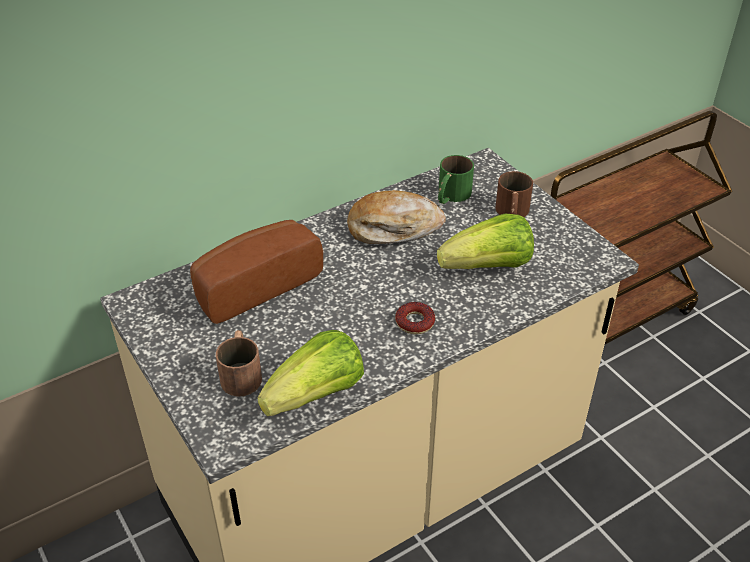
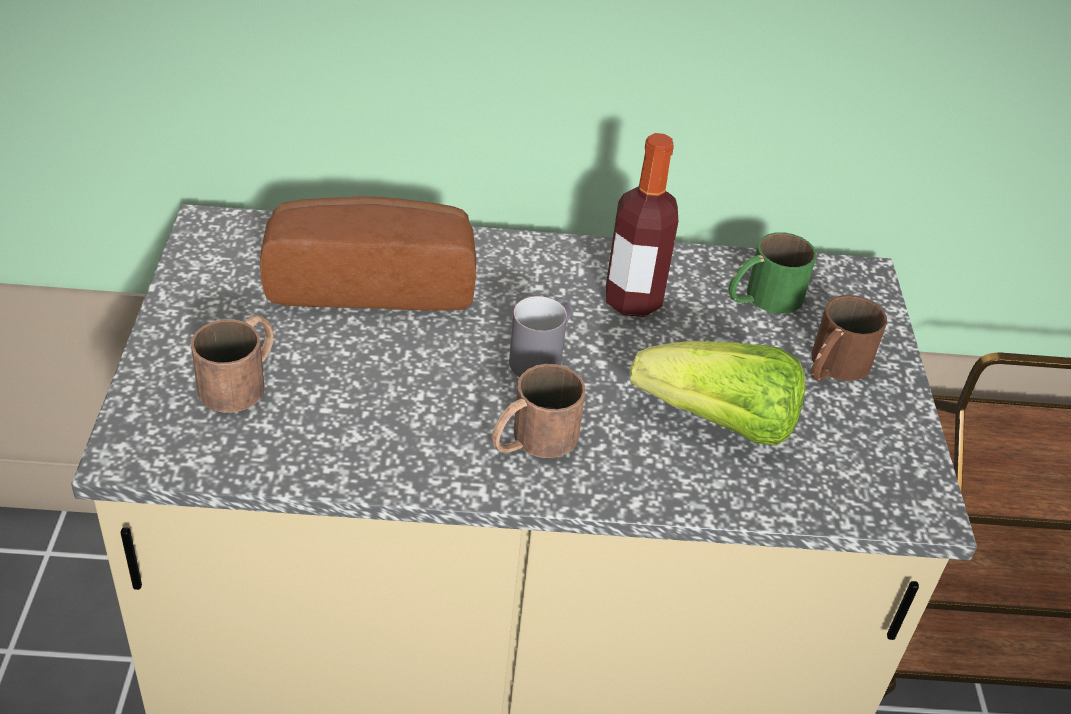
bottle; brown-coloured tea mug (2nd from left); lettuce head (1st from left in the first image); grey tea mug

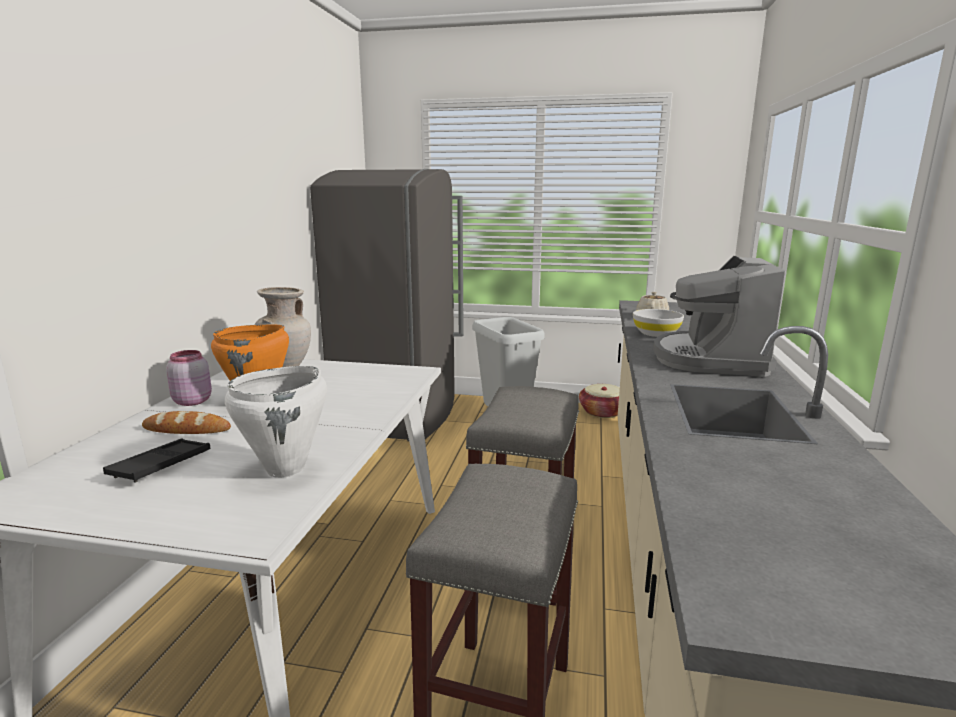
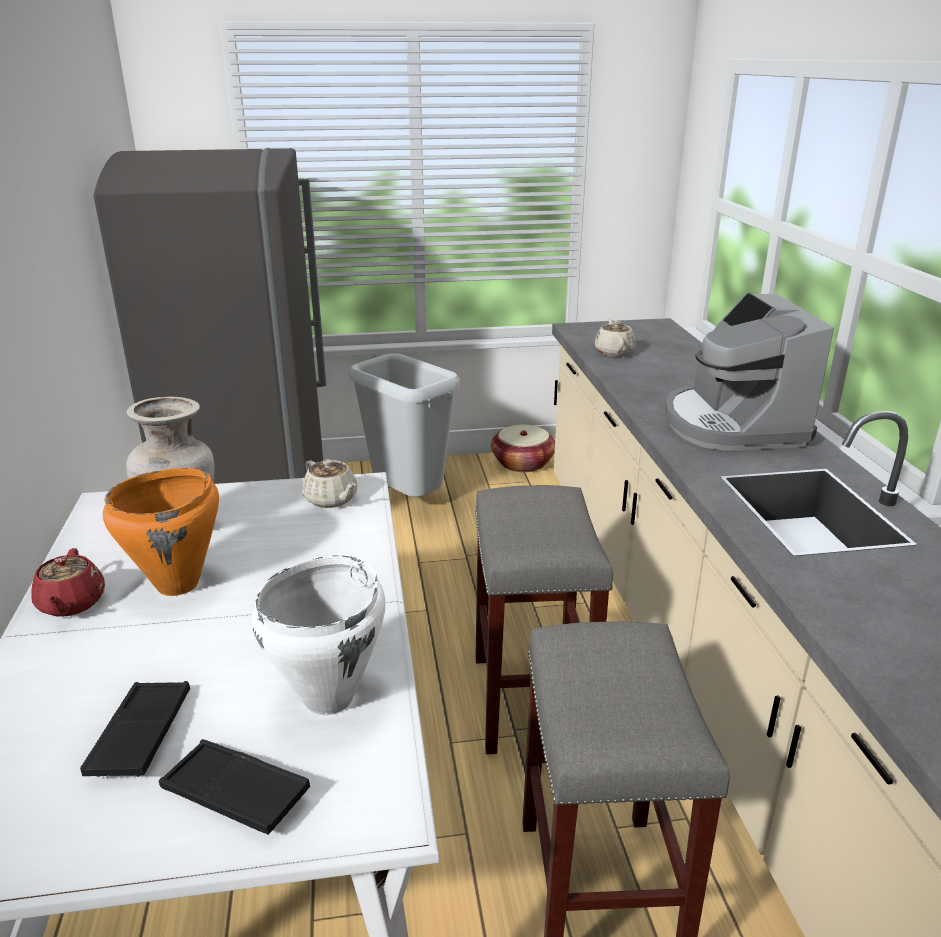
whitish serving bowl; reddish tea pot; bakery bread; sand-coloured tea pot (1st from left); black carrying tray (2nd from left)

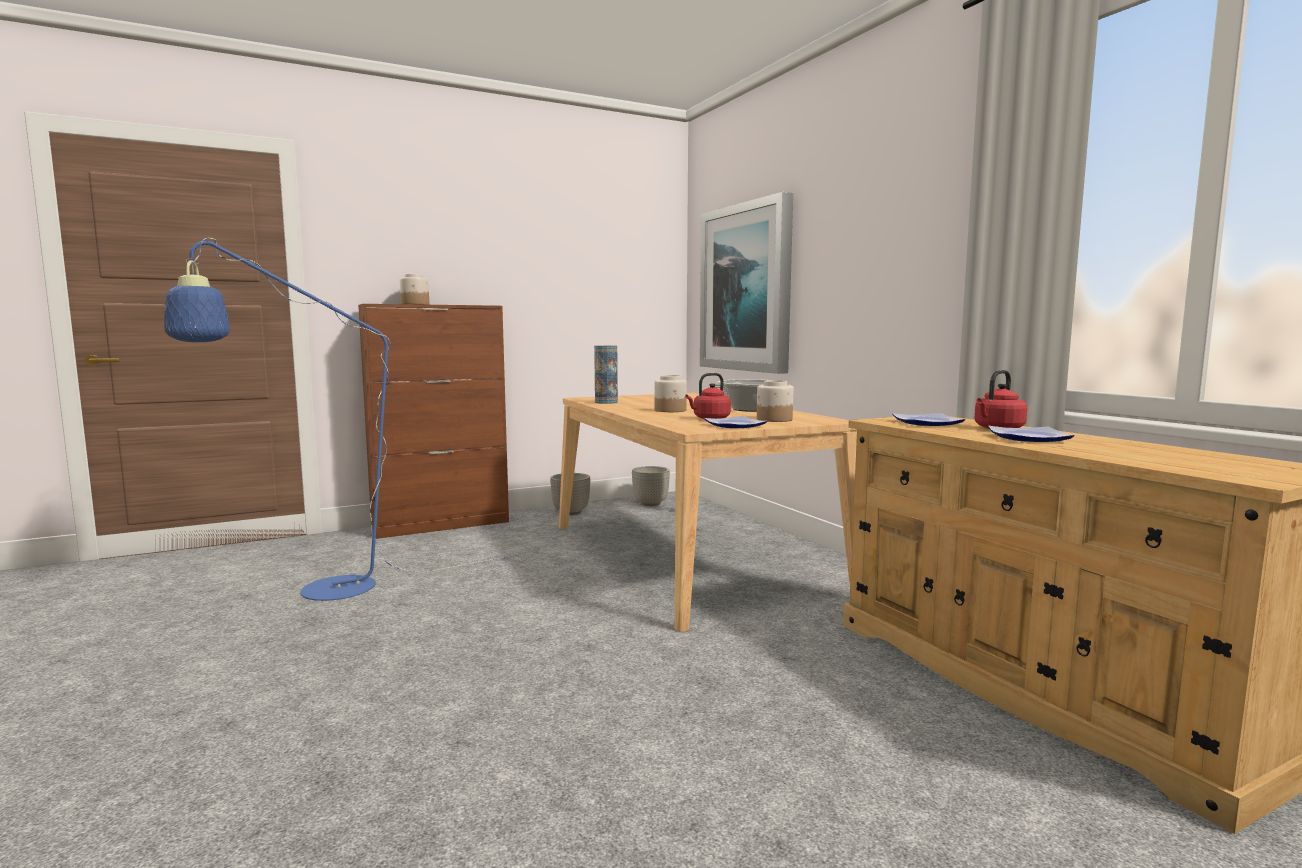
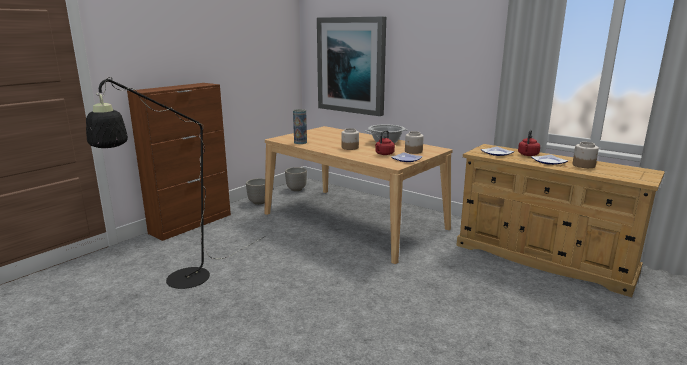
black standing lamp; preserve jar (3rd from left)

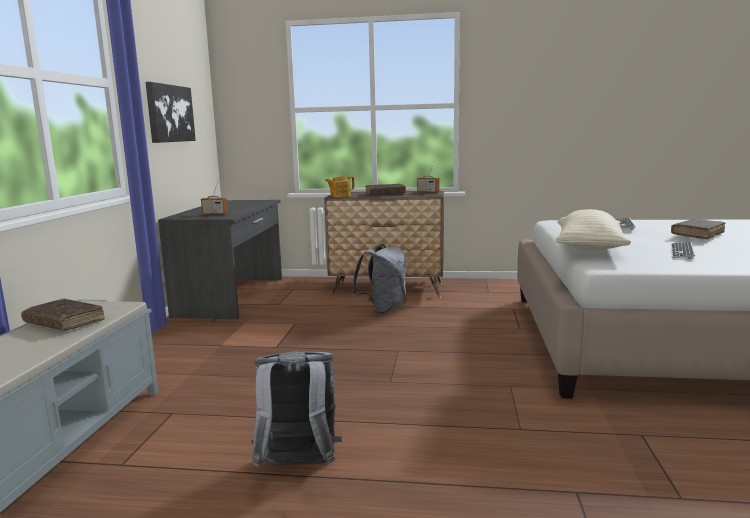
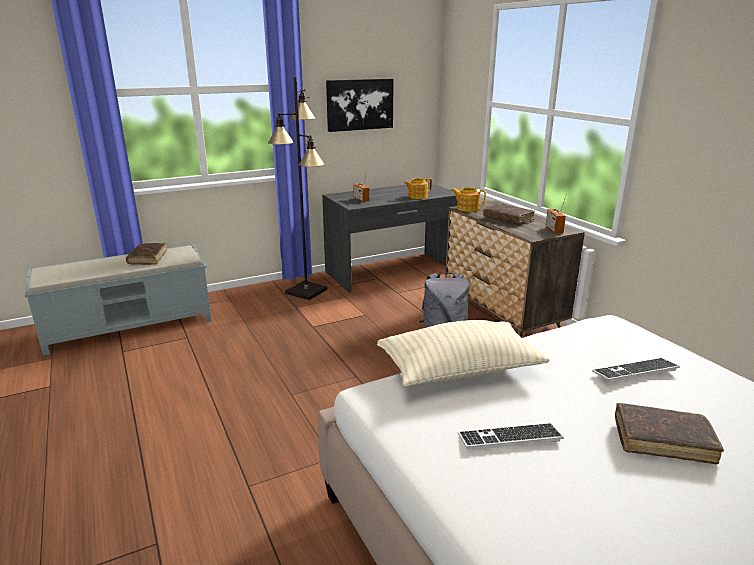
grey knapsack (1st from left in the first image); black standing lamp; tea pot (1st from left)

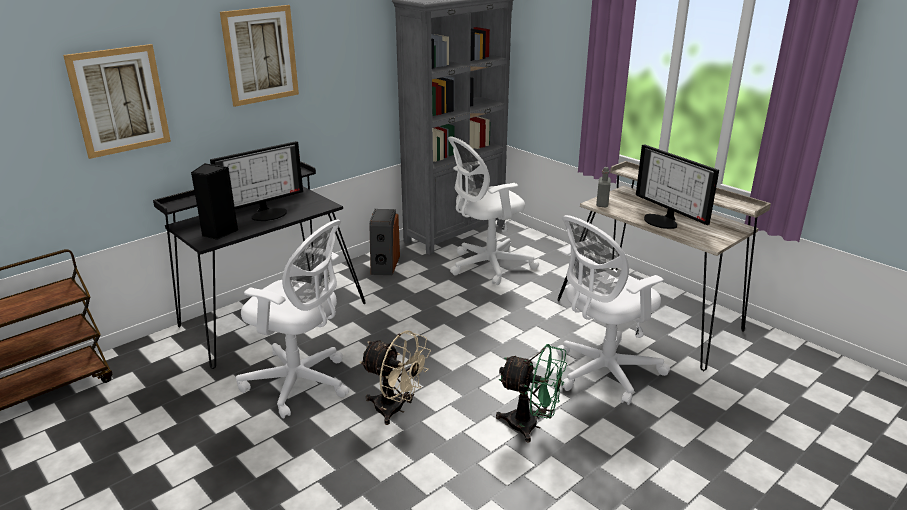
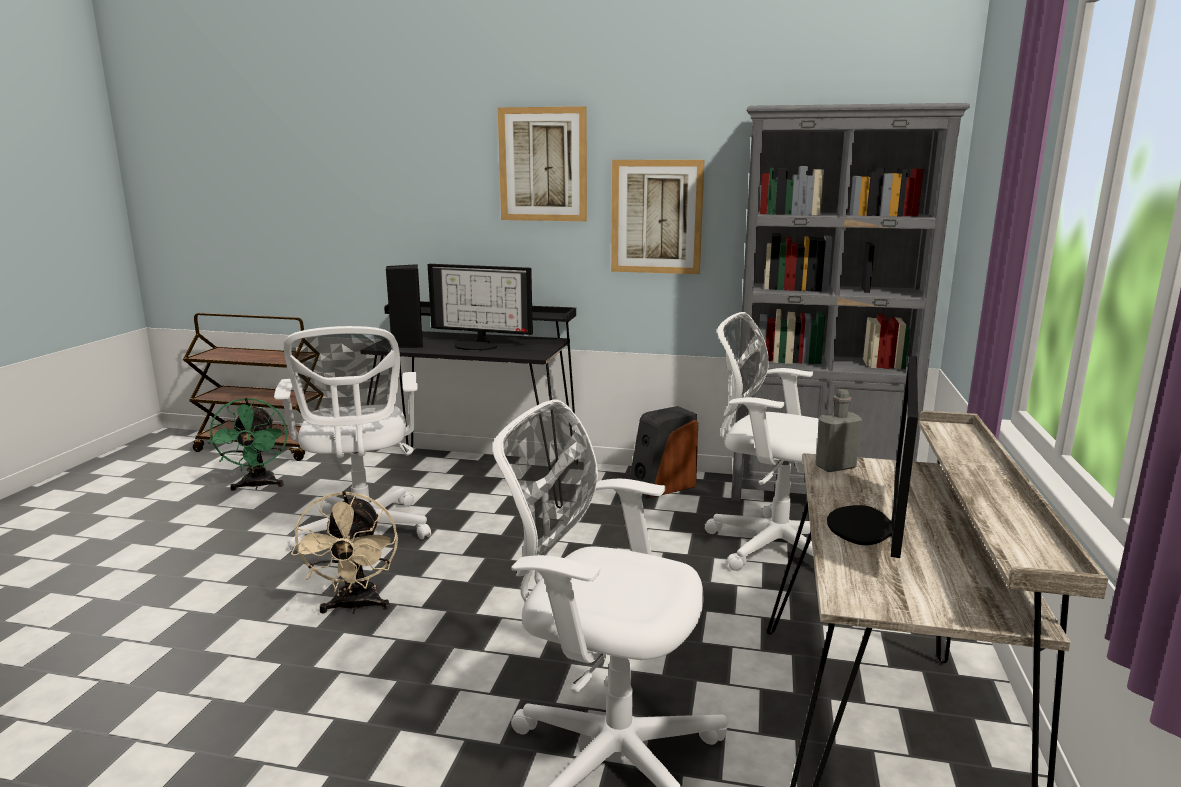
wall art (2nd from left); green cooling fan

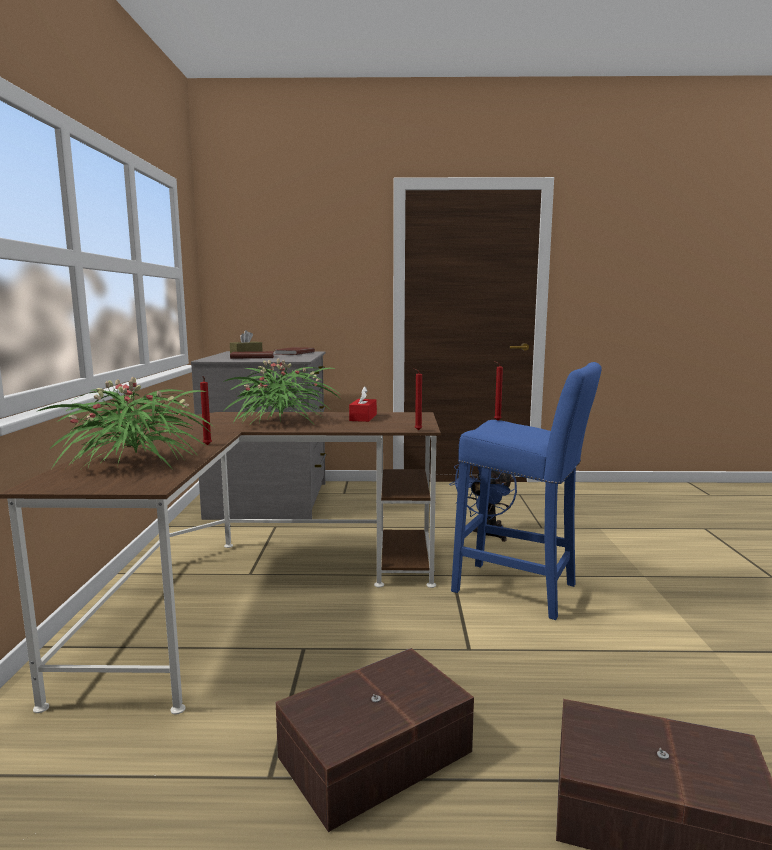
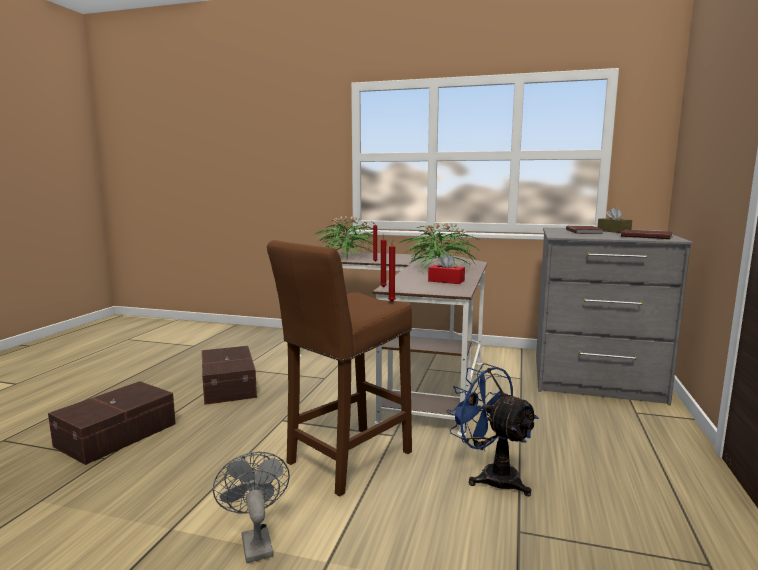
brown-coloured sitting stool; grey cooling fan

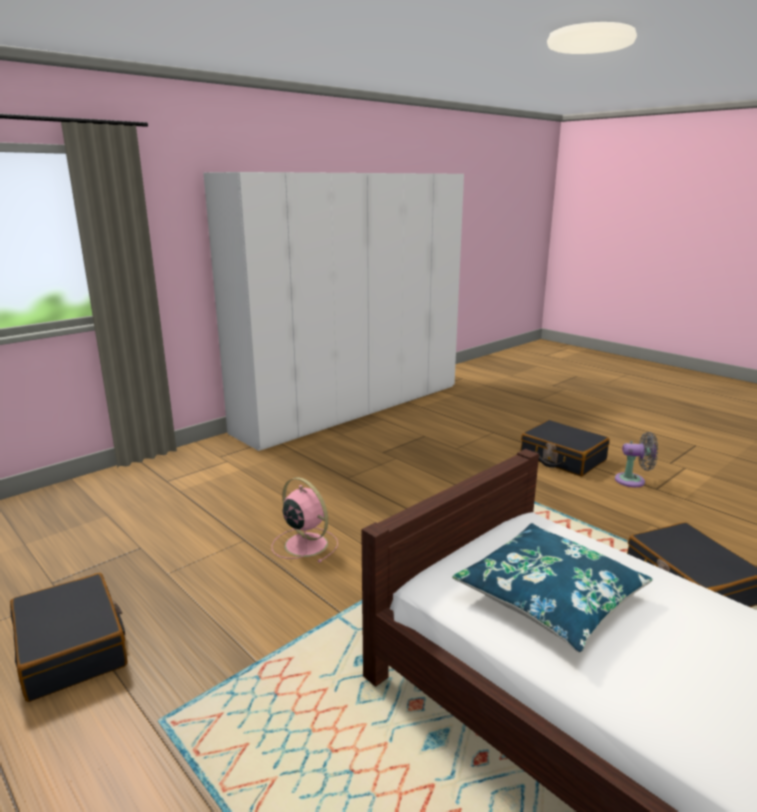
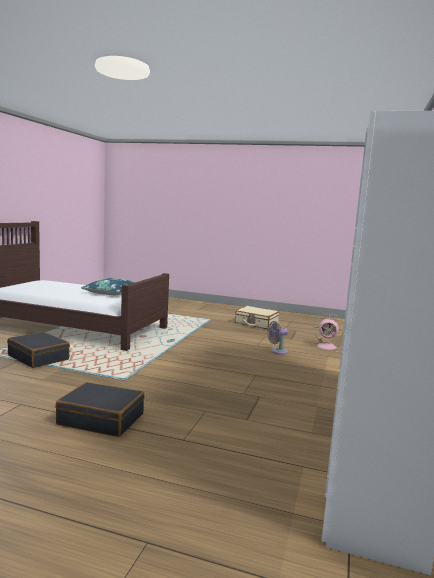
grey cooling fan; pink-coloured cooling fan; sand-coloured piece of luggage

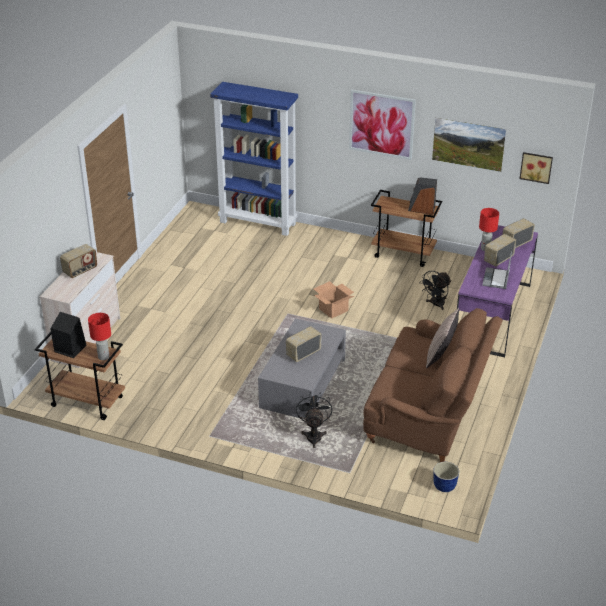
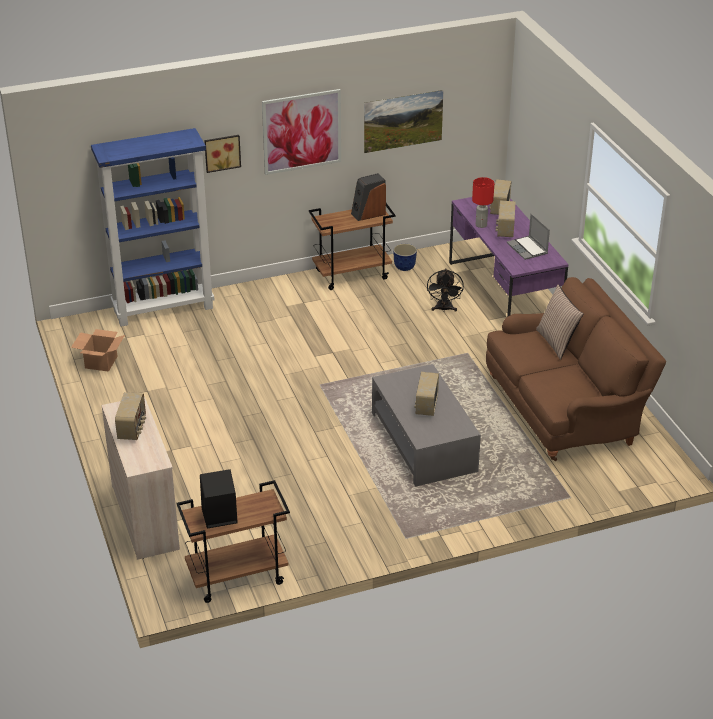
wall art (1st from left); carton; reddish lamp for a table (1st from left in the first image); black cooling fan (1st from left in the first image); flower pot

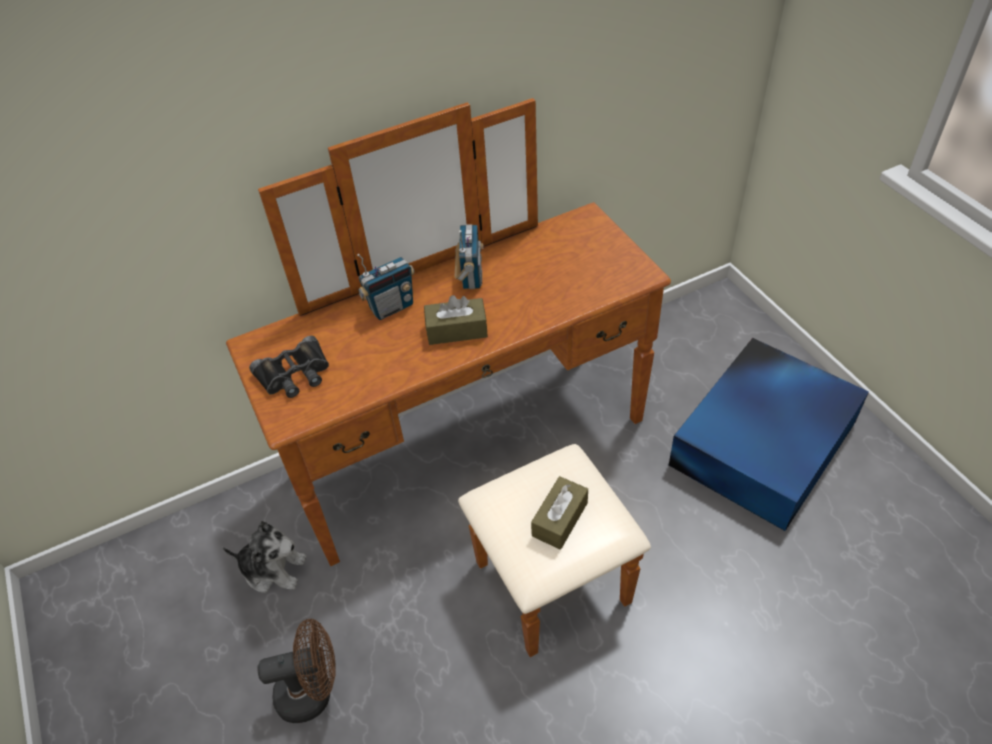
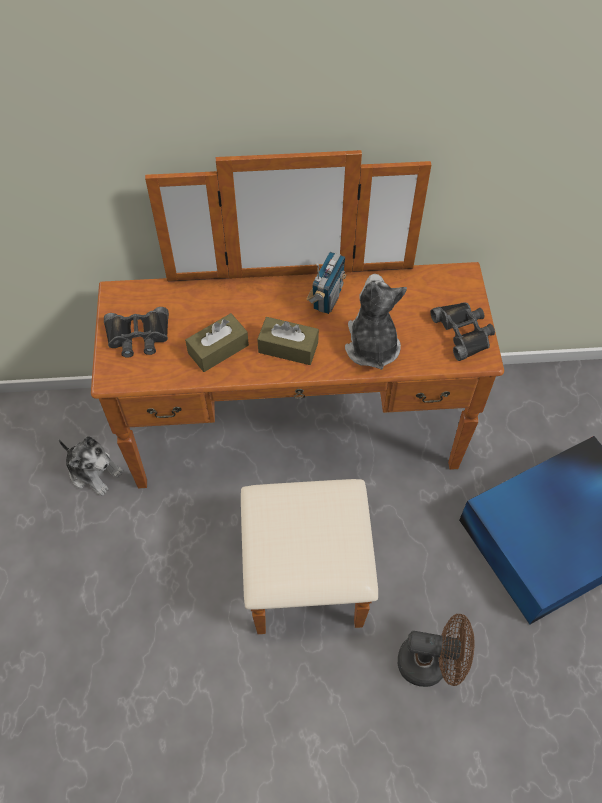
radio (1st from left in the first image); brown-coloured box of tissues (1st from left); brown-coloured cooling fan; plush toy (2nd from left); black pair of binoculars (2nd from left)

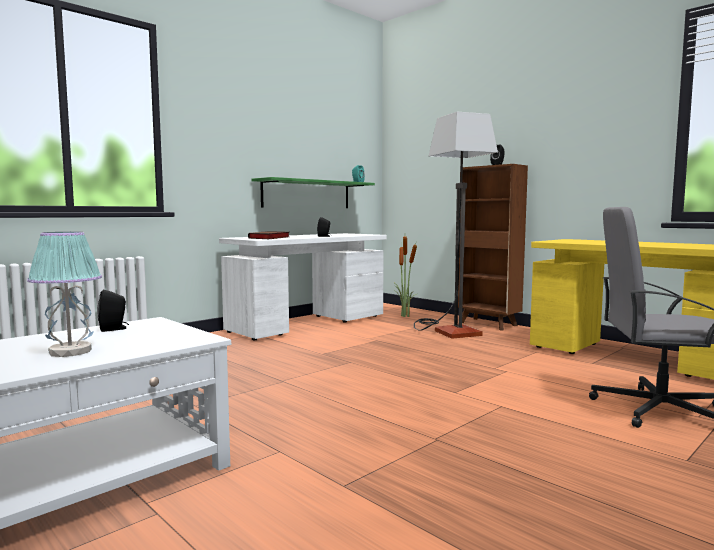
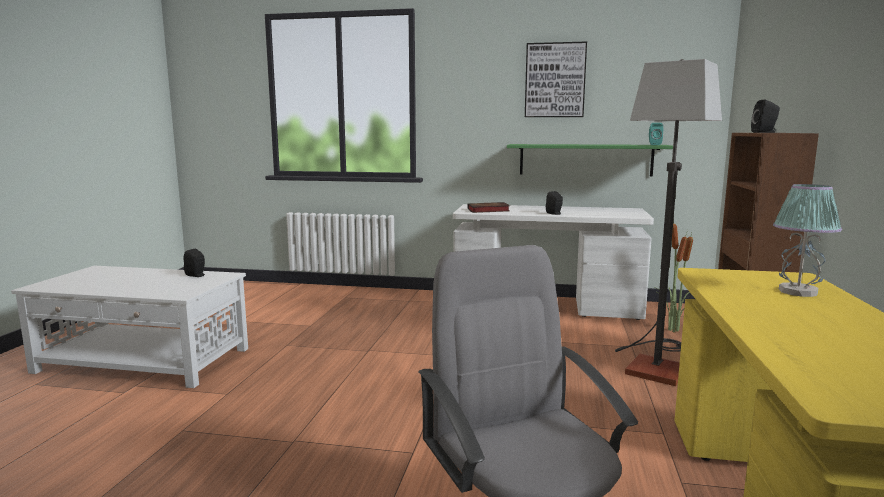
lamp for a table; wall art

